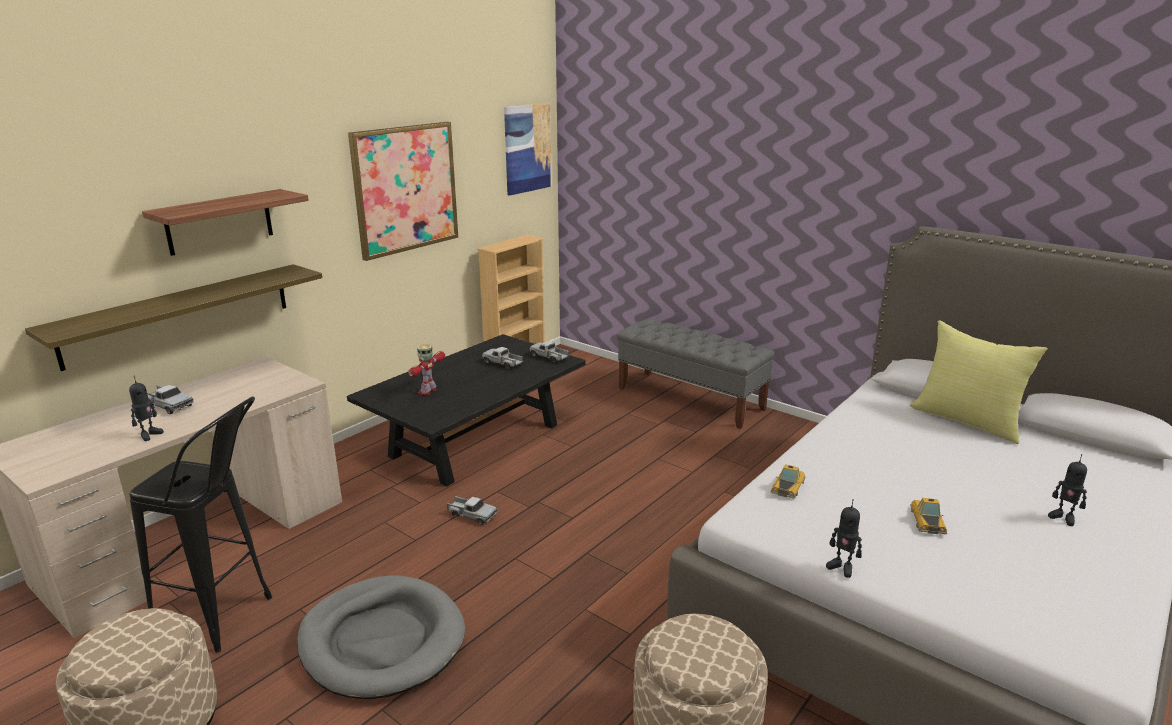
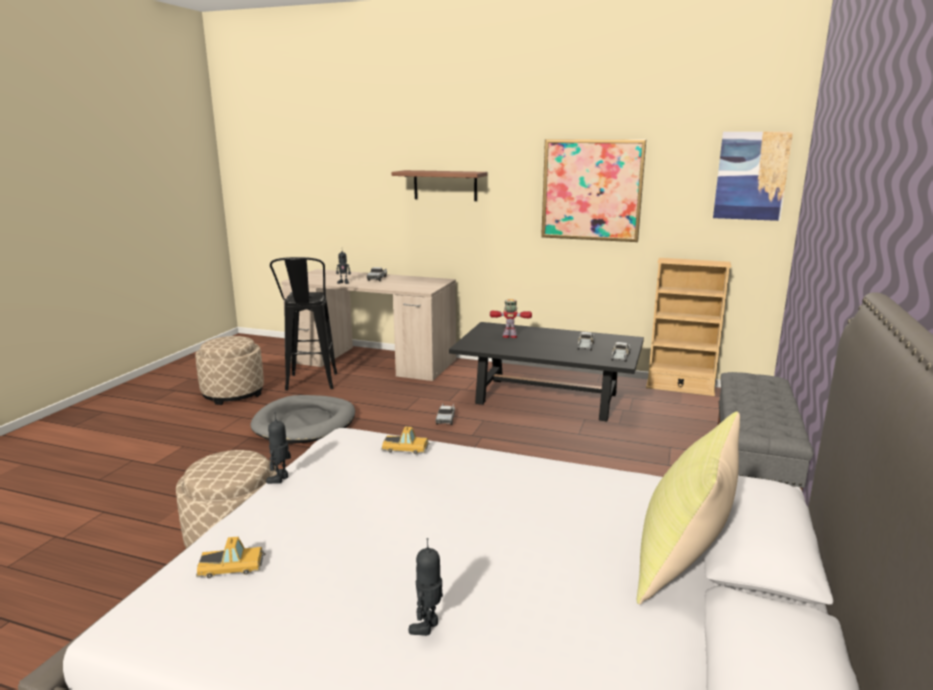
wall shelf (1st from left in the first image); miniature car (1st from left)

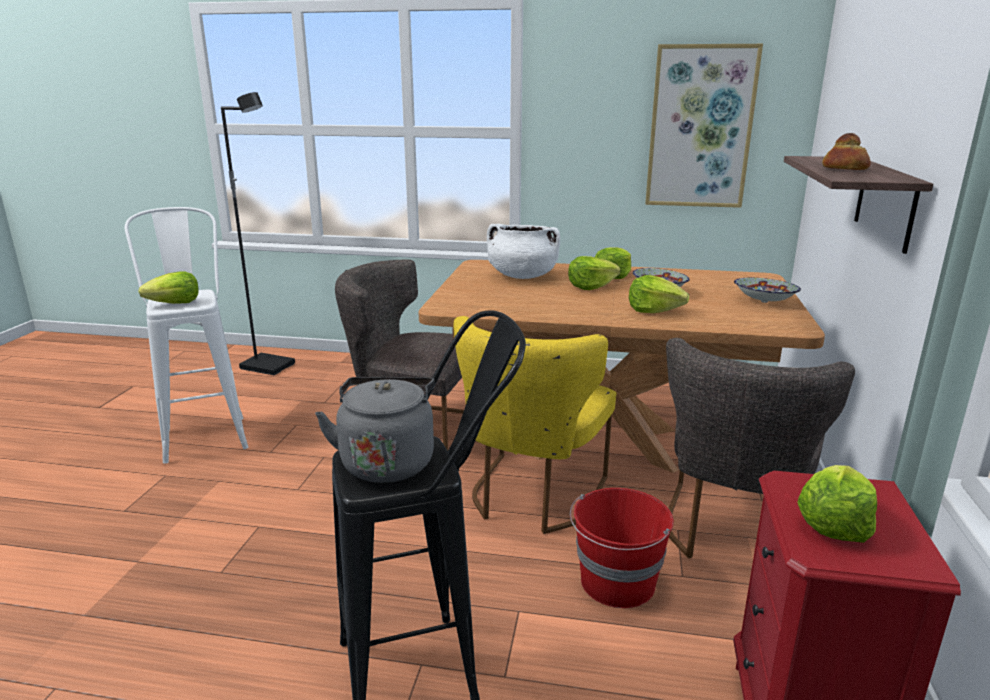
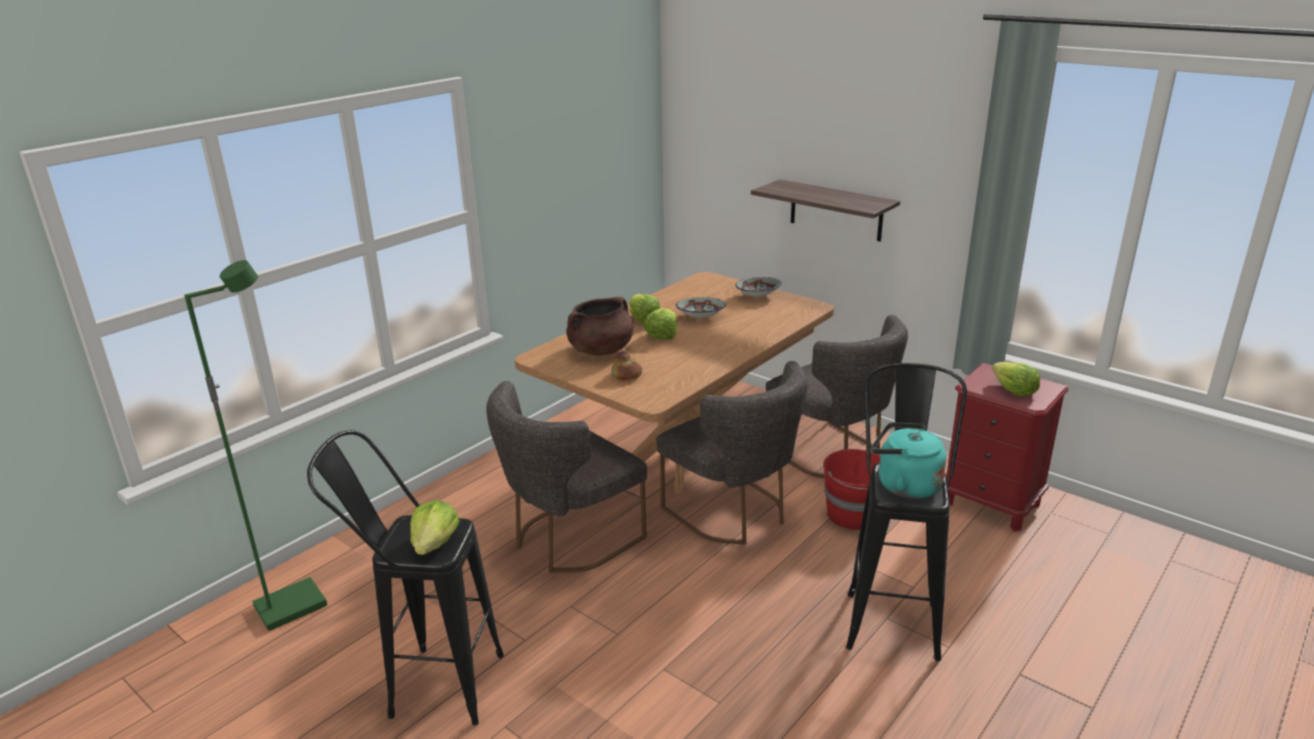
wall art; green standing lamp; bakery bread; black sitting stool (1st from left); brown-coloured stockpot; lettuce head (4th from left in the first image); grey upright chair (2nd from left); turquoise kettle

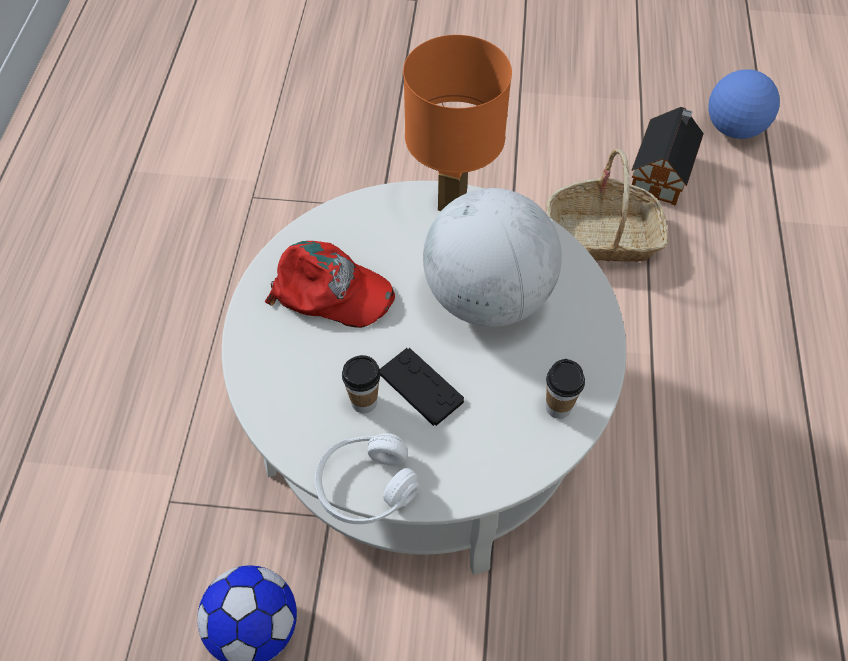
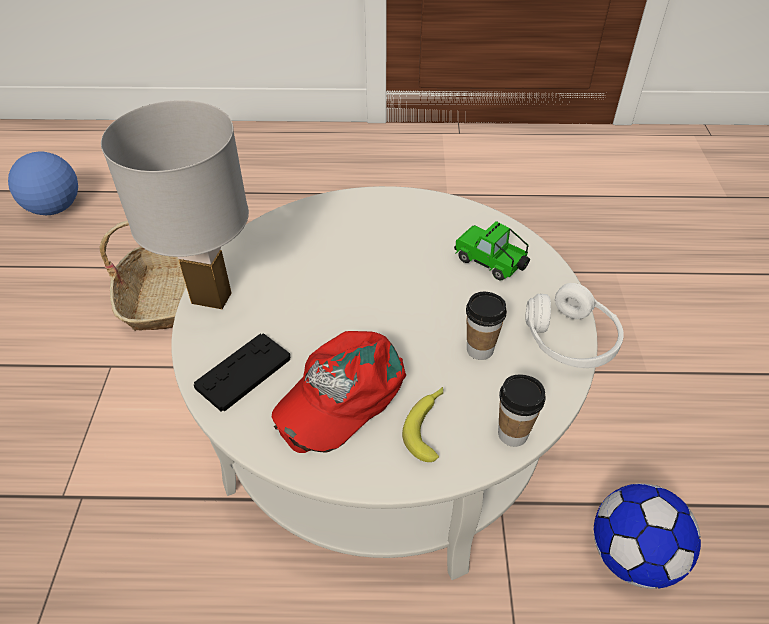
whitish lamp for a table; toy house; desk globe; reddish cap; black joypad; cup (2nd from left); miniature car; banana

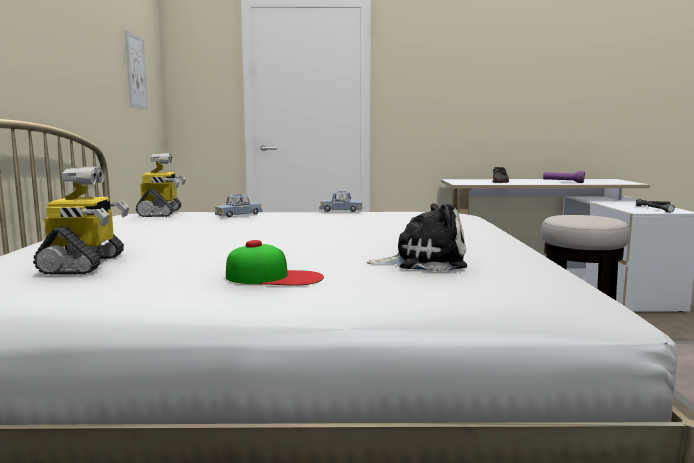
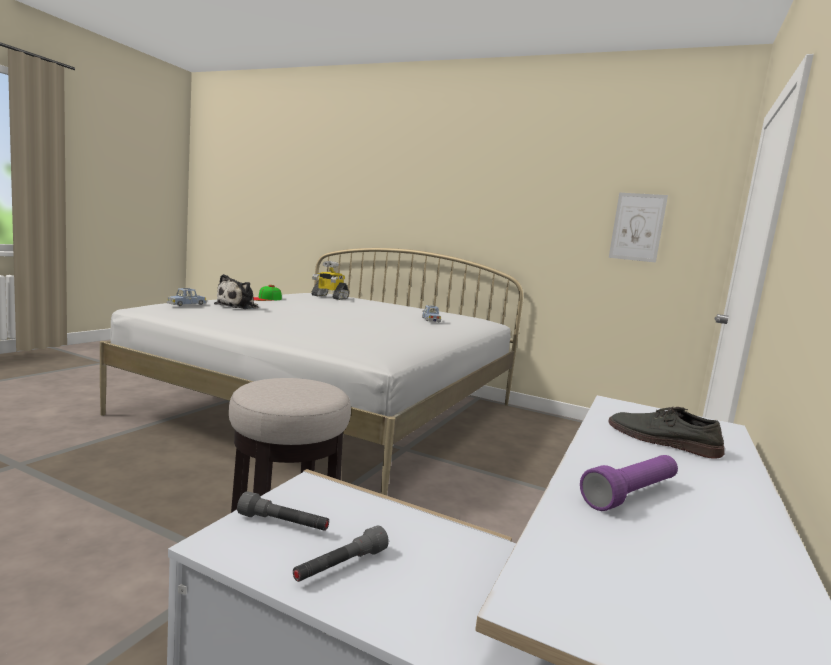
robot figure (2nd from left in the first image); blue-coloured miniature car (1st from left)

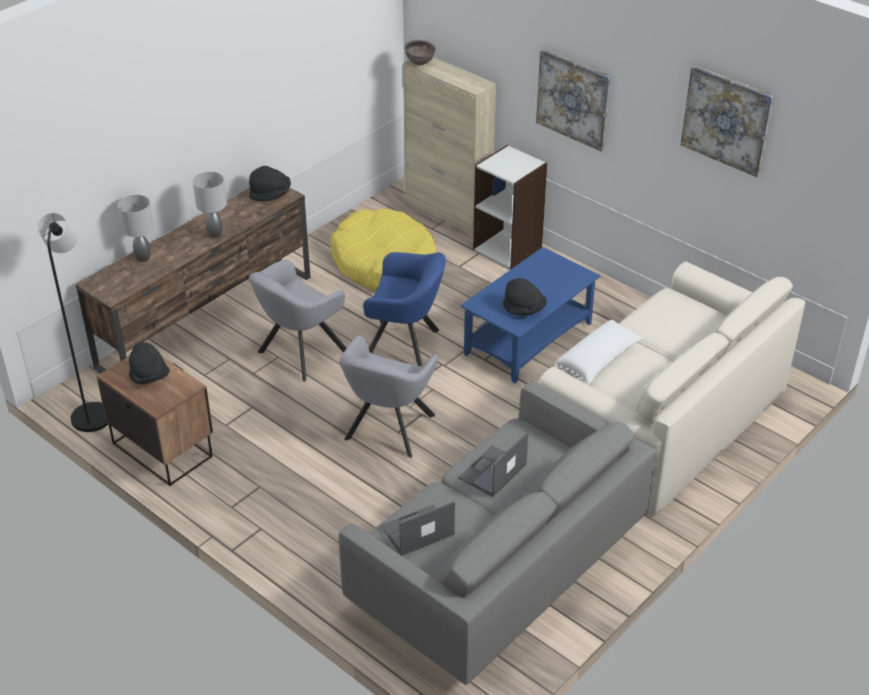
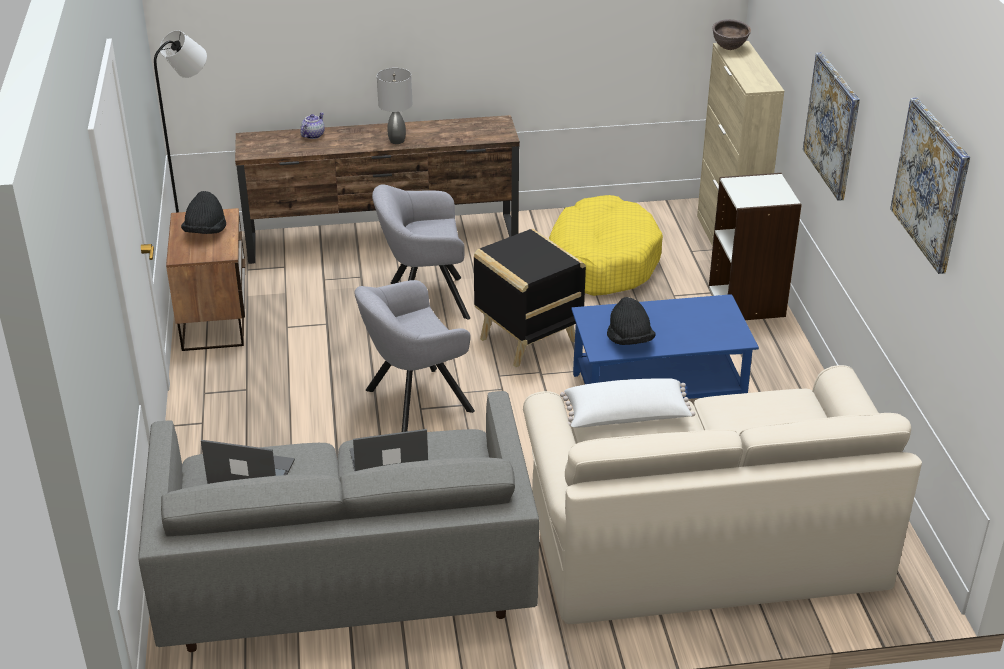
black wearable hat (2nd from left in the first image); tea pot; black accent table

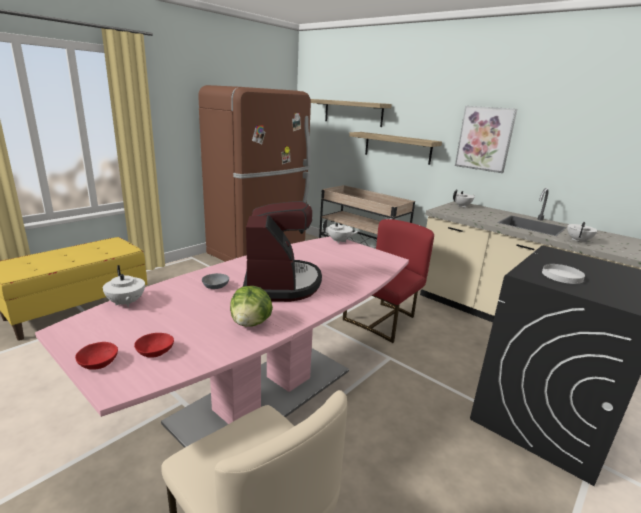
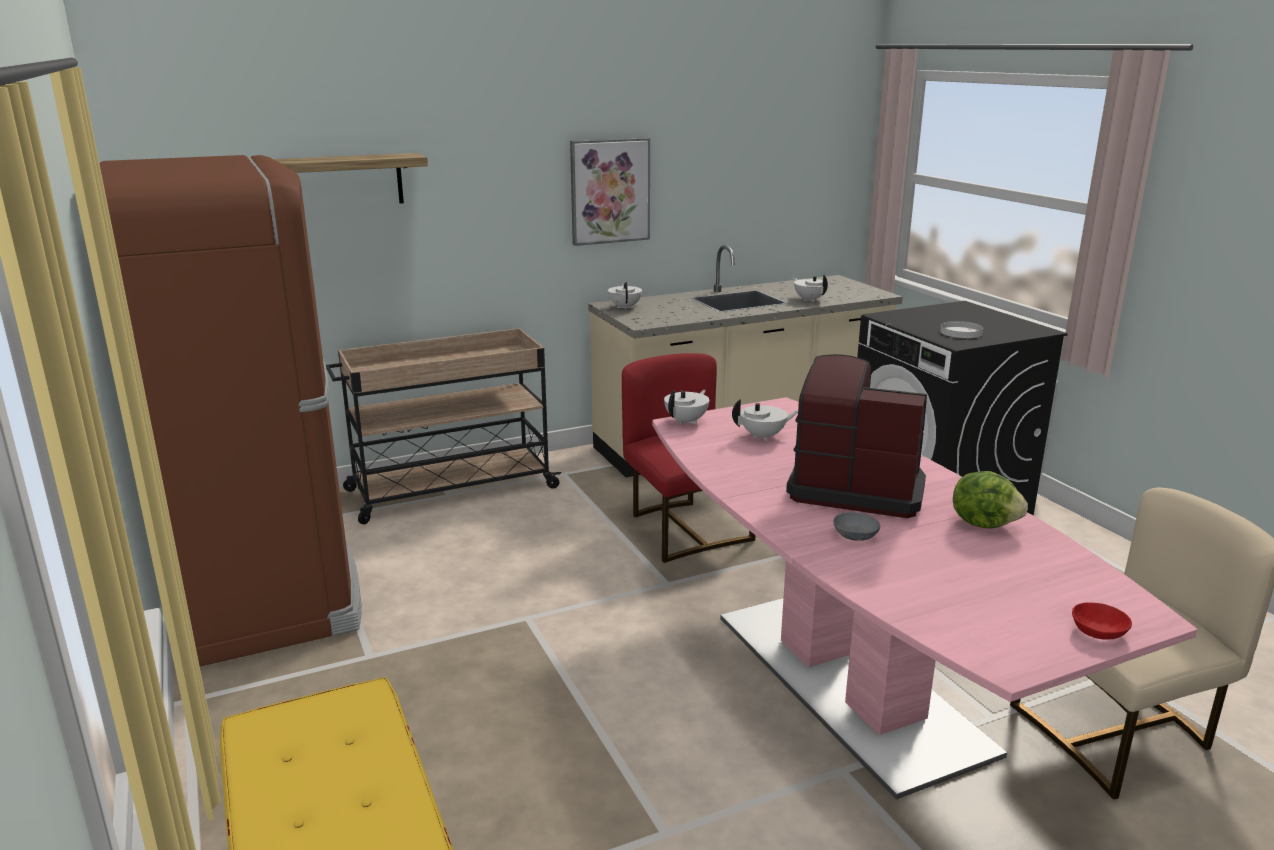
wall shelf (2nd from left in the first image); whitish tea pot (3rd from left); reddish serving bowl (2nd from left in the first image)

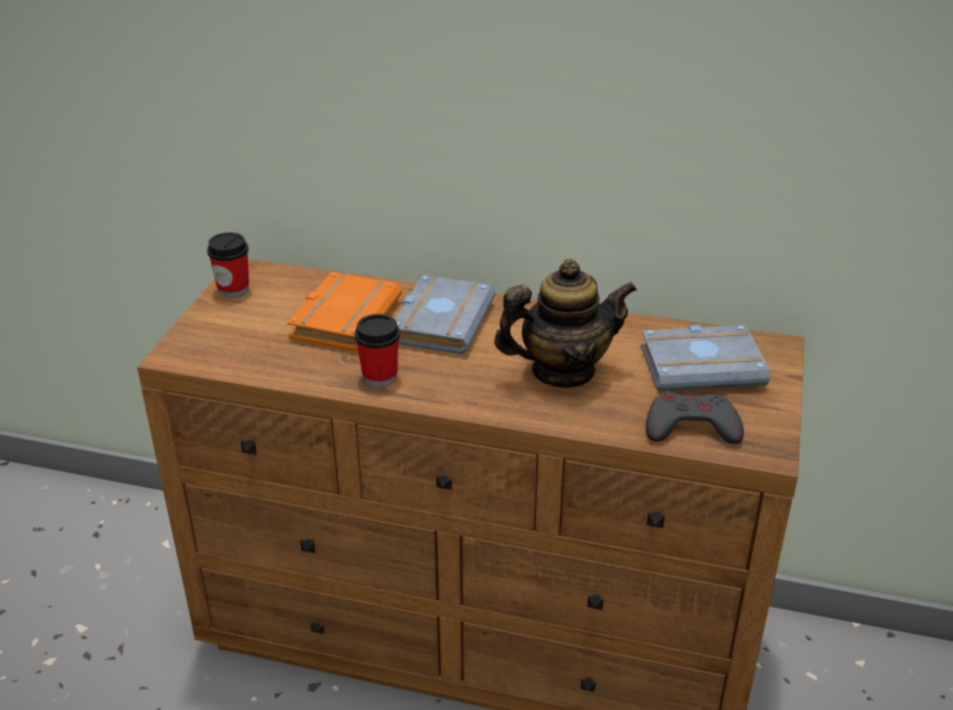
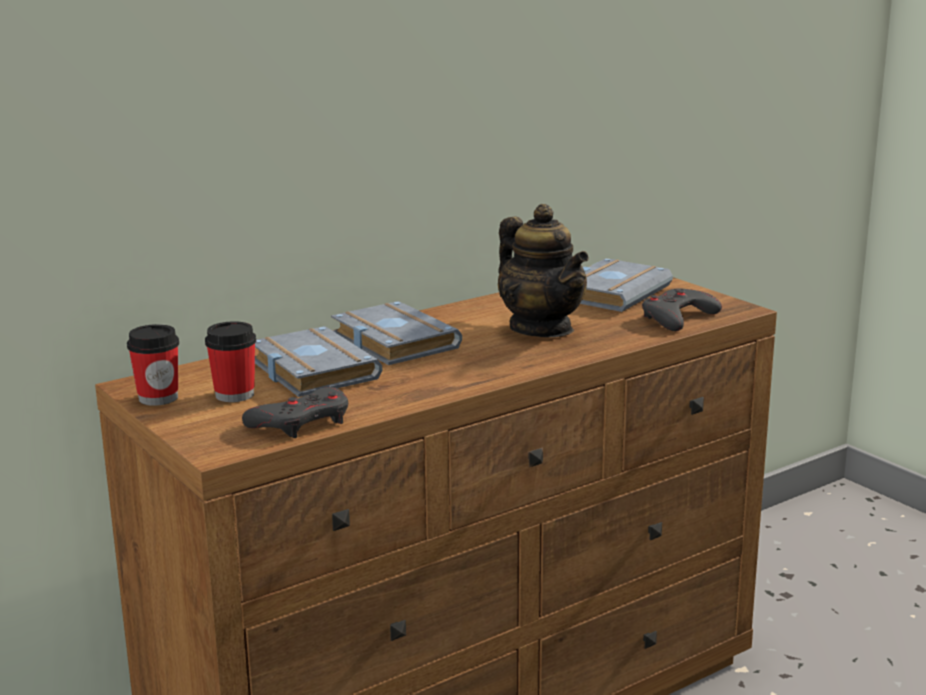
tea pot; grey bound book (1st from left); cup (2nd from left); grey joypad (1st from left)

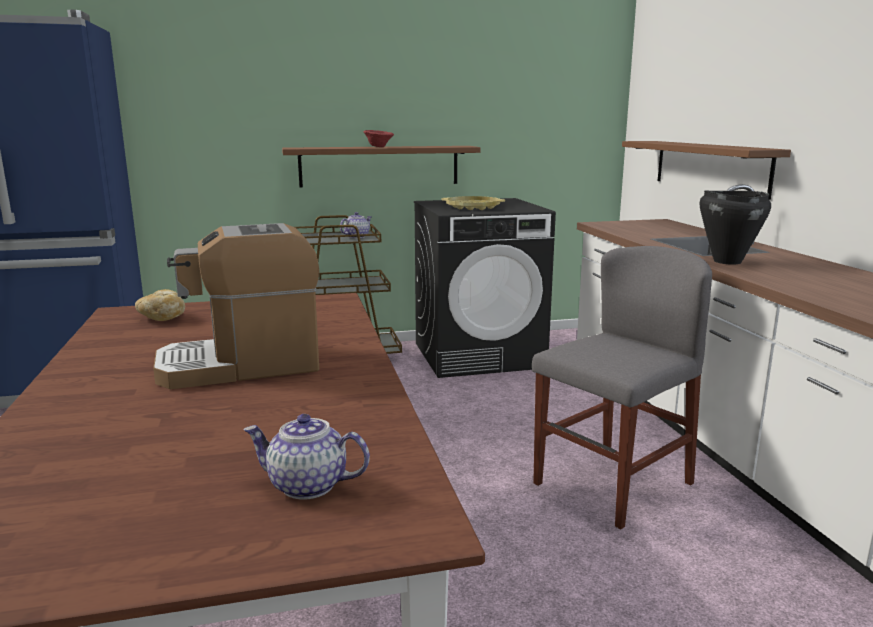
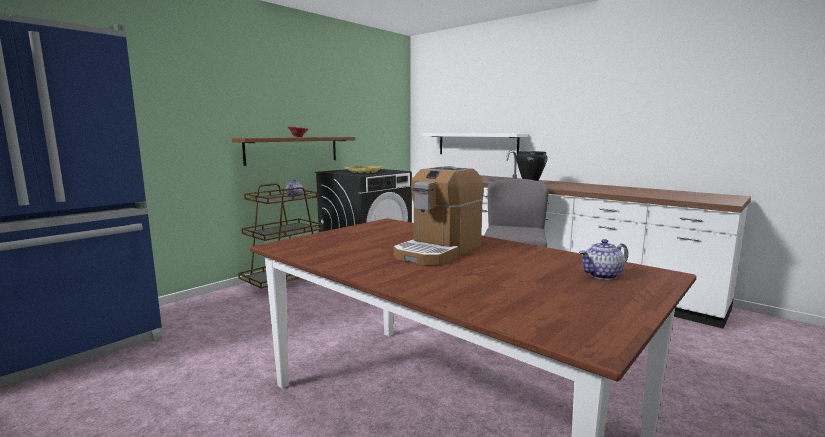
whitish wall shelf; bakery bread

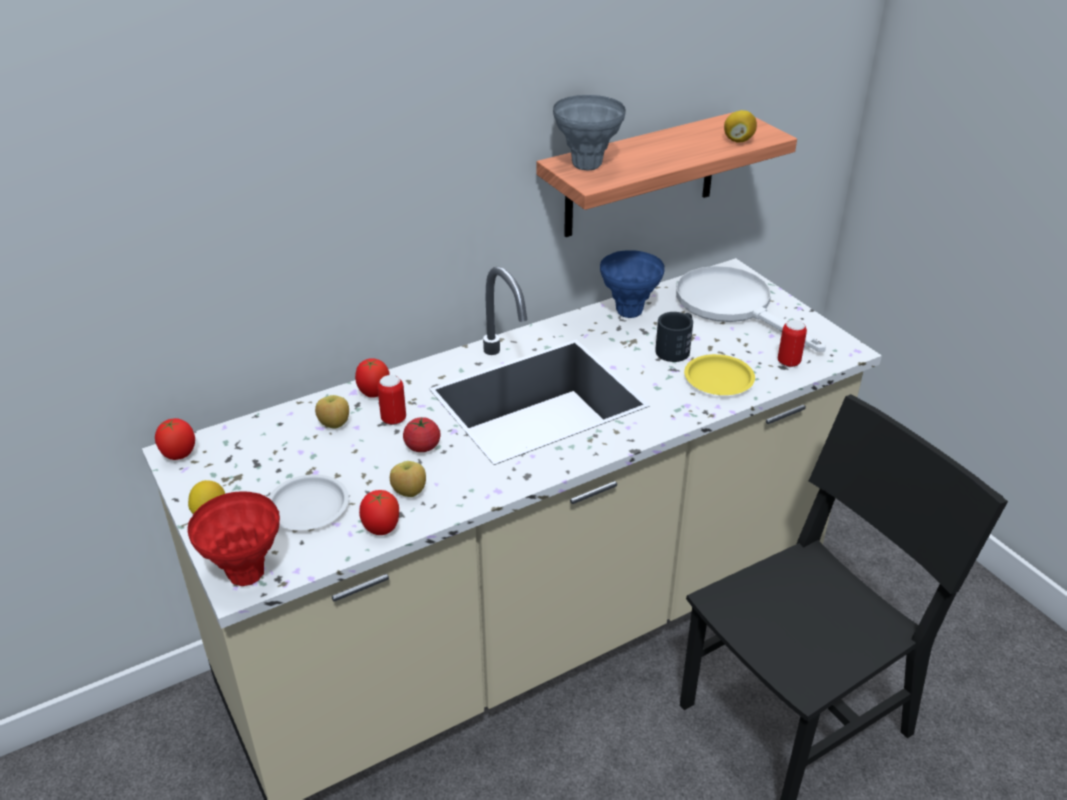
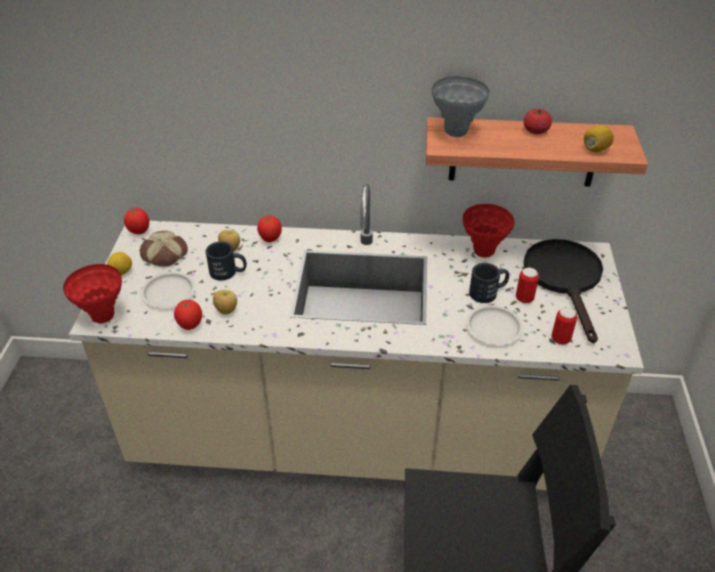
reddish decorative vase (2nd from left); black frying pan; whitish dinner plate (2nd from left); can (1st from left); fresh tomato (4th from left); bakery bread; black tea mug (1st from left)

